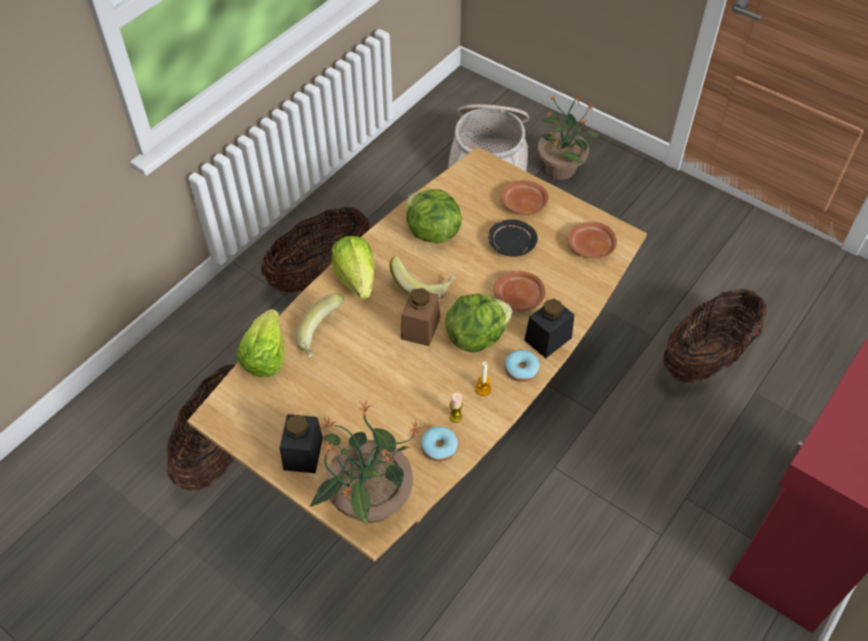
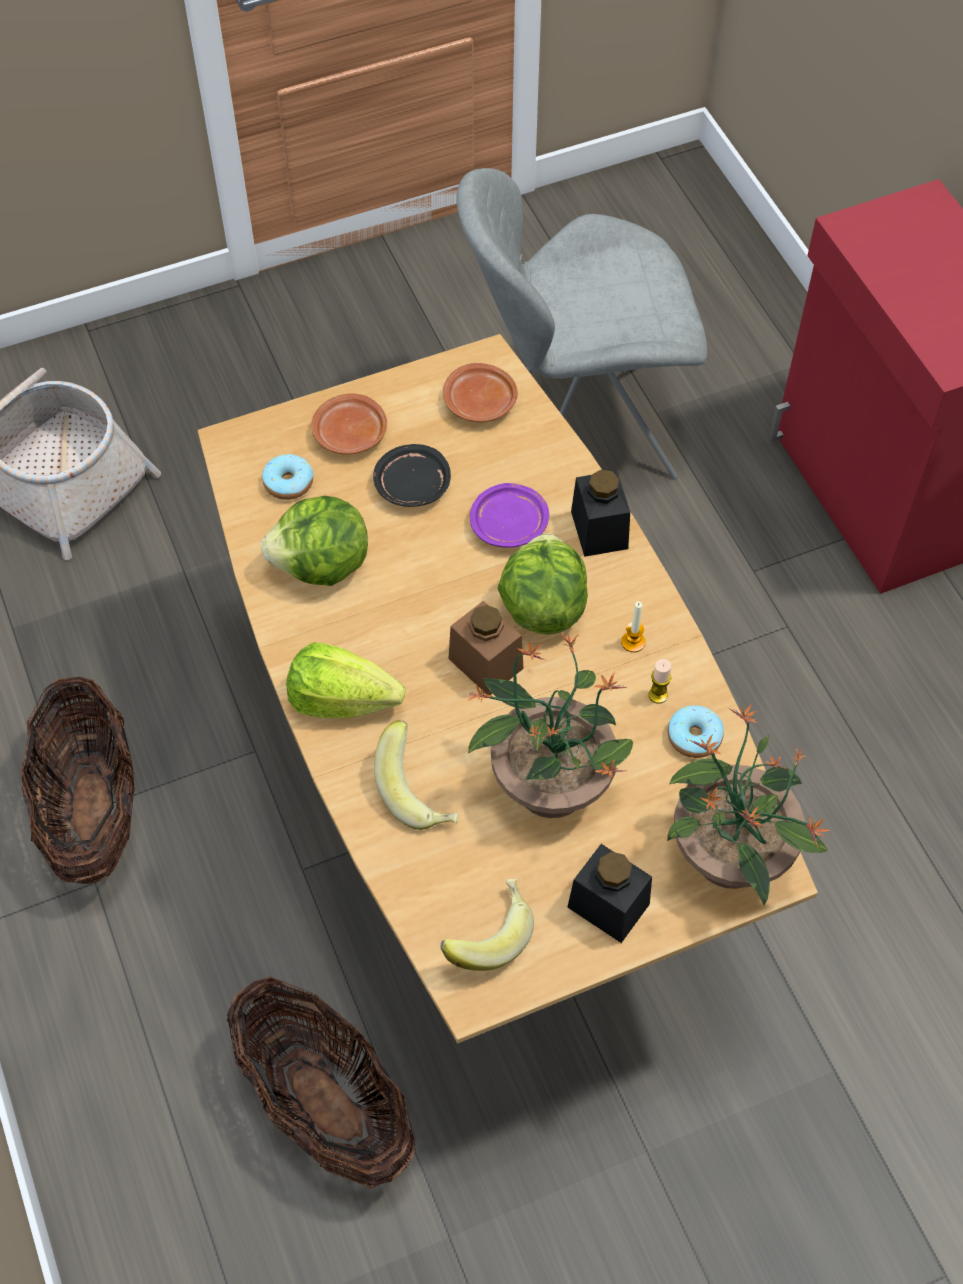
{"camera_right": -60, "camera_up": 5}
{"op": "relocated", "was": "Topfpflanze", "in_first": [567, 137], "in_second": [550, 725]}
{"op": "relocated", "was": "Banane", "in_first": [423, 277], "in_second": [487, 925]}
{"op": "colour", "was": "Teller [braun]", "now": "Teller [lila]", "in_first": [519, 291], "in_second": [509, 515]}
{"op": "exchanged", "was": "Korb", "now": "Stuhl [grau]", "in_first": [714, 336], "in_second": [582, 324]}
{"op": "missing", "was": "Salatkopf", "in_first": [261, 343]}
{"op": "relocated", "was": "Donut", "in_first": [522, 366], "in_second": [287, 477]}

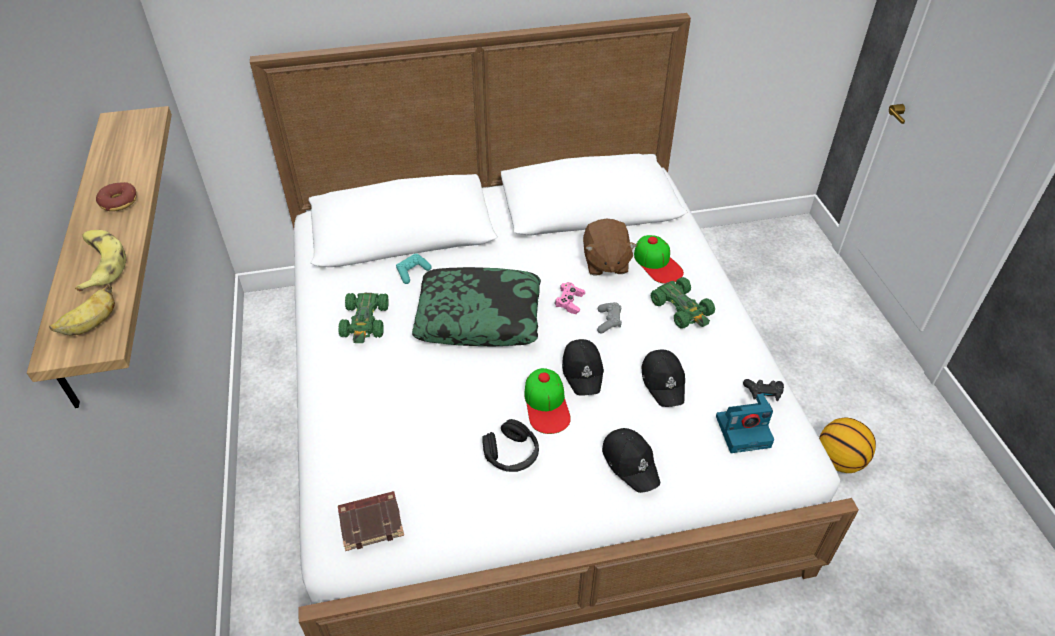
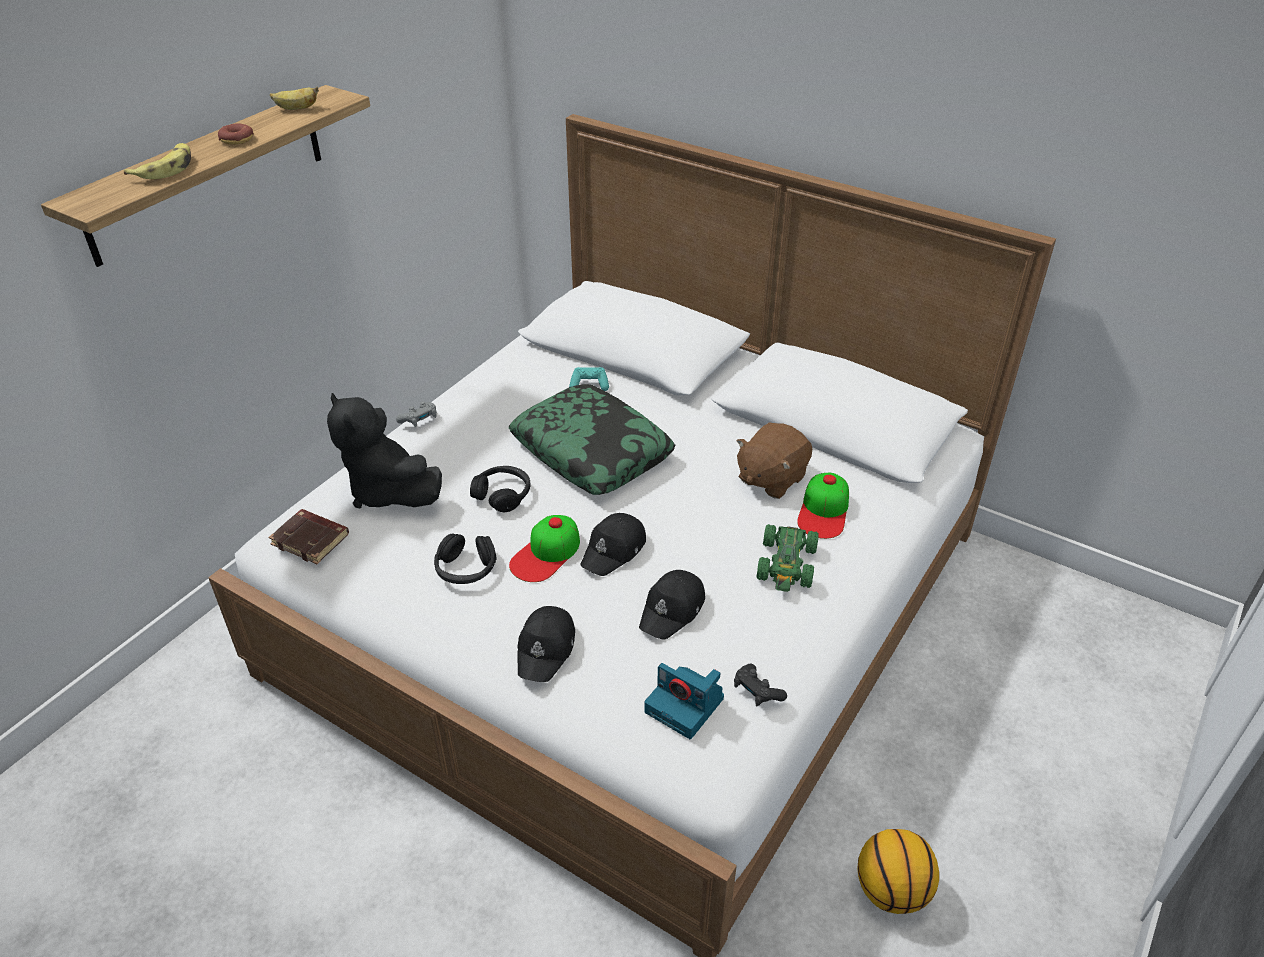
{"camera_right": 45, "camera_up": -5}
{"op": "missing", "was": "Gamepad [rosa]", "in_first": [570, 298]}
{"op": "relocated", "was": "Banane", "in_first": [82, 309], "in_second": [294, 98]}
{"op": "missing", "was": "Spielzeugauto [grün]", "in_first": [363, 318]}
{"op": "relocated", "was": "Gamepad [grau]", "in_first": [609, 318], "in_second": [416, 414]}
{"op": "appeared", "now": "Plüschtier [schwarz]", "in_second": [384, 451]}
{"op": "appeared", "now": "Kopfhörer [schwarz]", "in_second": [500, 489]}

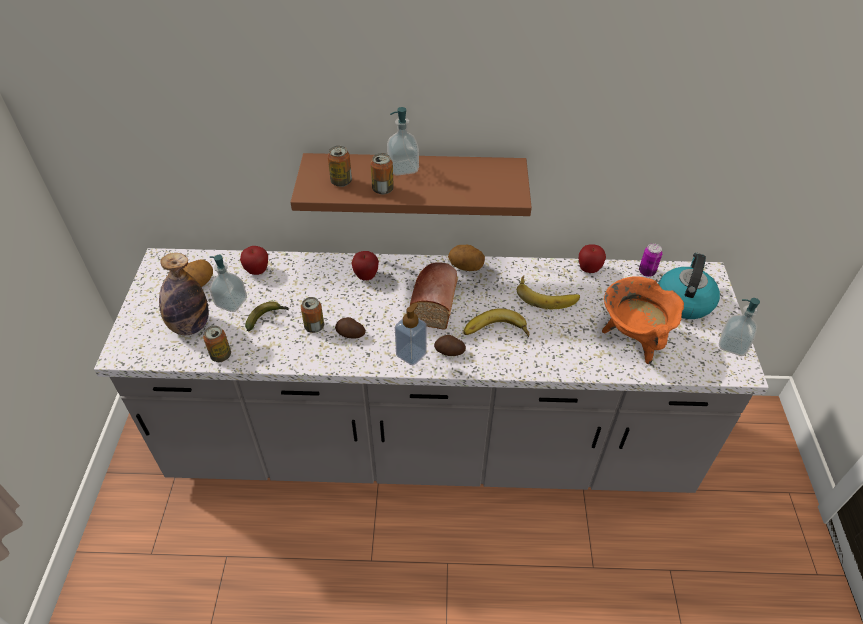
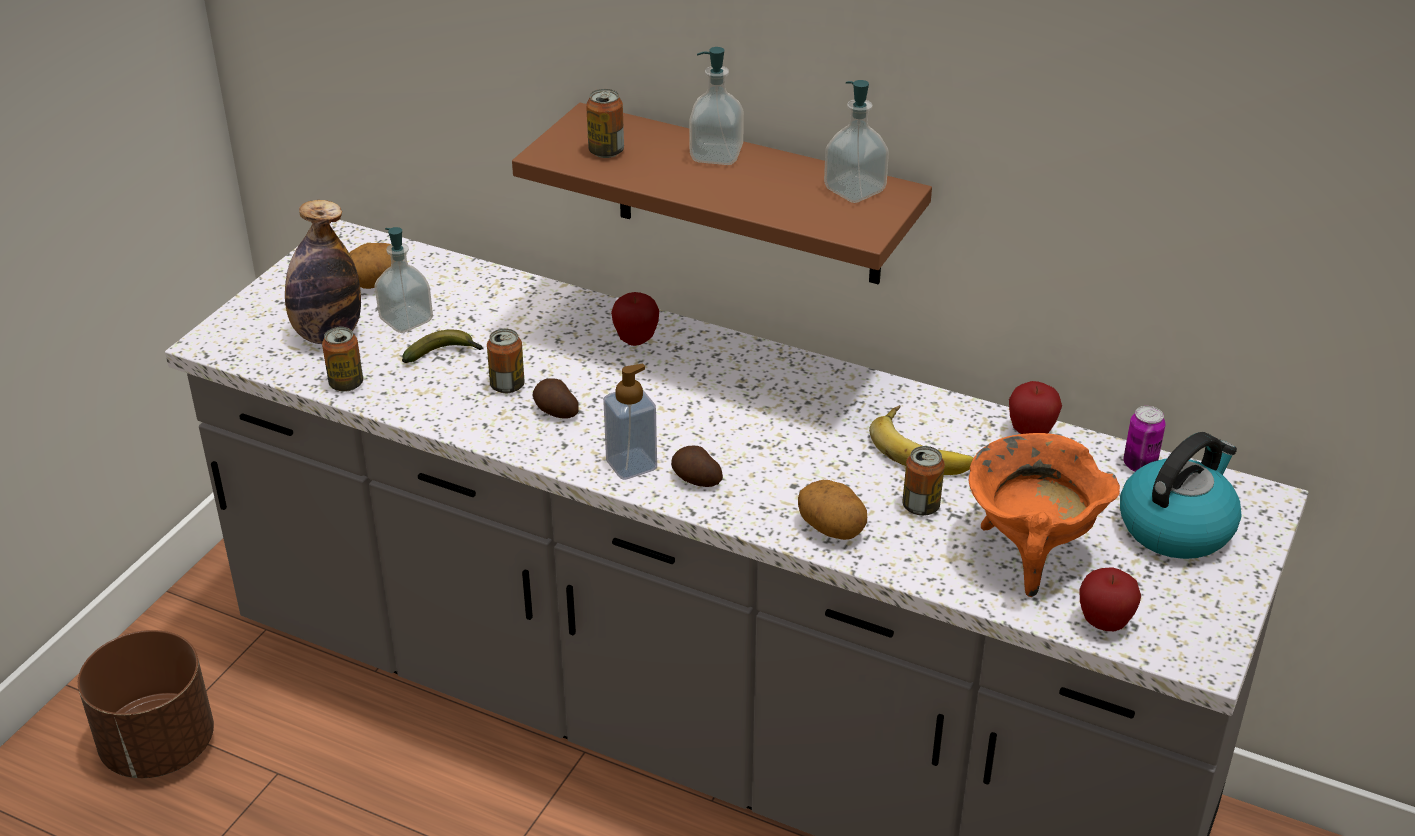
{"camera_right": 25, "camera_up": -10}
{"op": "relocated", "was": "Dose", "in_first": [382, 173], "in_second": [923, 481]}
{"op": "relocated", "was": "Kartoffel", "in_first": [466, 258], "in_second": [832, 510]}
{"op": "relocated", "was": "Apfel", "in_first": [254, 260], "in_second": [1110, 599]}
{"op": "missing", "was": "Brot", "in_first": [434, 296]}
{"op": "relocated", "was": "Seifenspender", "in_first": [739, 327], "in_second": [856, 141]}
{"op": "missing", "was": "Banane", "in_first": [496, 322]}
{"op": "appeared", "now": "Pflanzkübel [braun]", "in_second": [146, 704]}

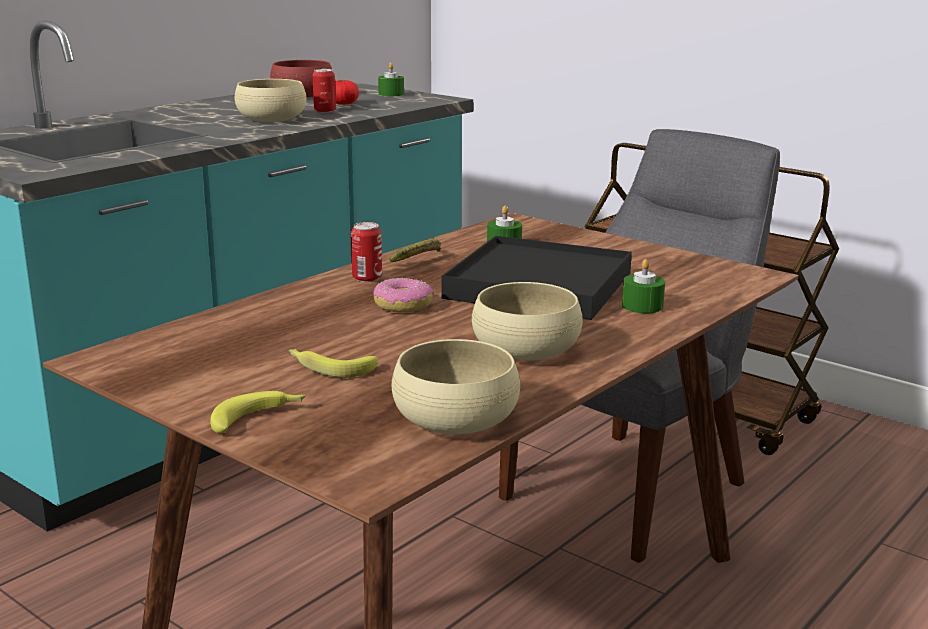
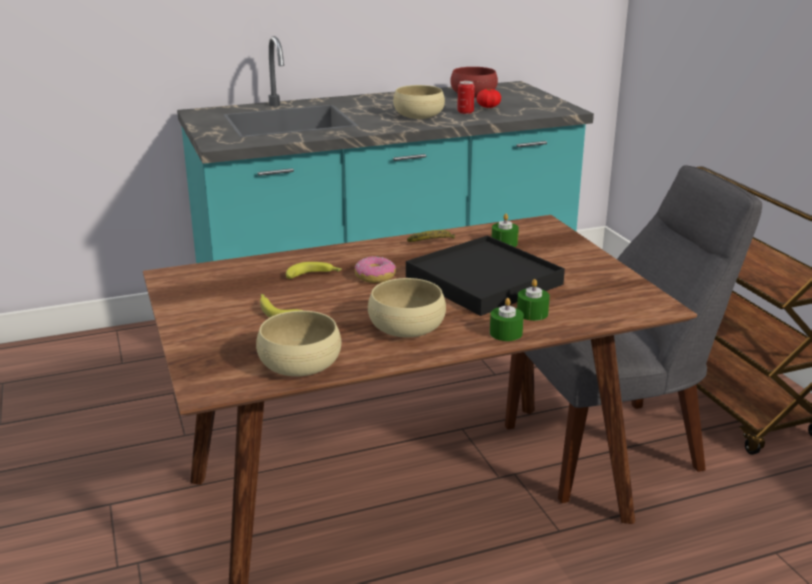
{"camera_right": 30, "camera_up": 5}
{"op": "relocated", "was": "Kerze [grün]", "in_first": [391, 79], "in_second": [507, 319]}
{"op": "missing", "was": "Dose", "in_first": [366, 252]}
{"op": "relocated", "was": "Banane", "in_first": [258, 412], "in_second": [314, 270]}

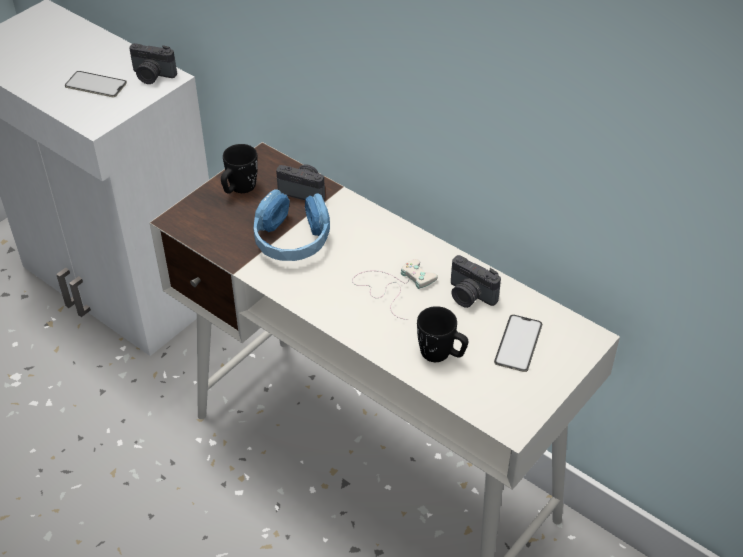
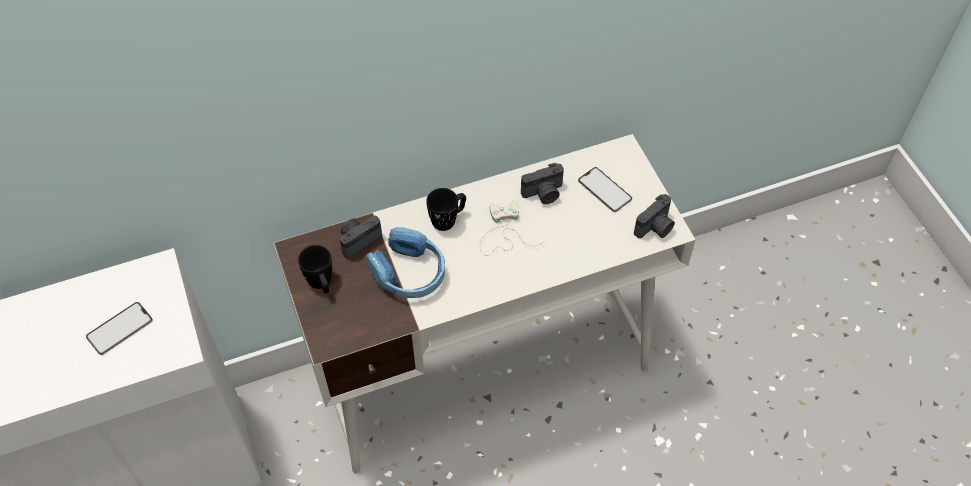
{"camera_right": -60, "camera_up": 10}
{"op": "relocated", "was": "Kamera", "in_first": [153, 63], "in_second": [654, 216]}
{"op": "relocated", "was": "Henkelbecher [schwarz]", "in_first": [442, 334], "in_second": [446, 209]}

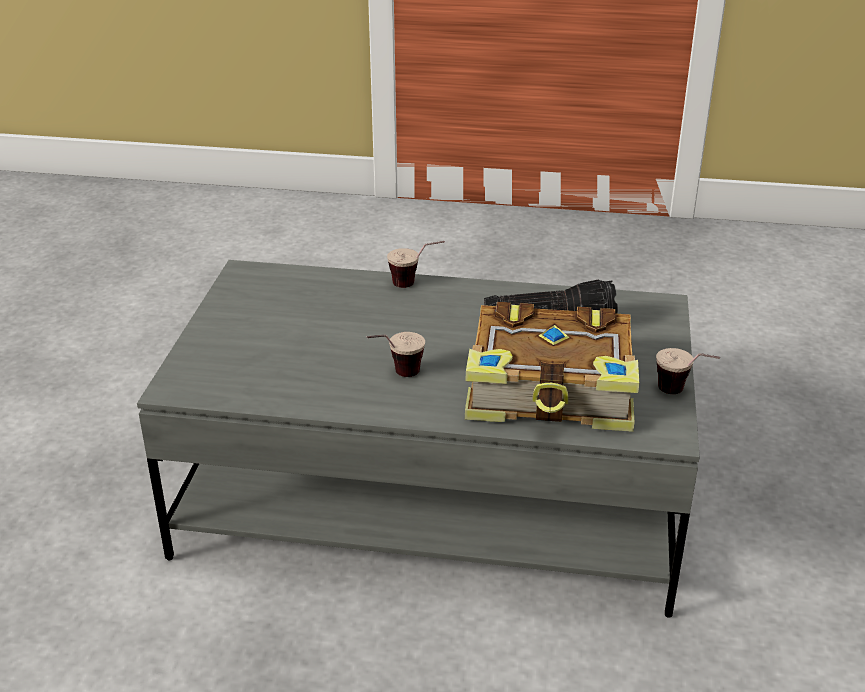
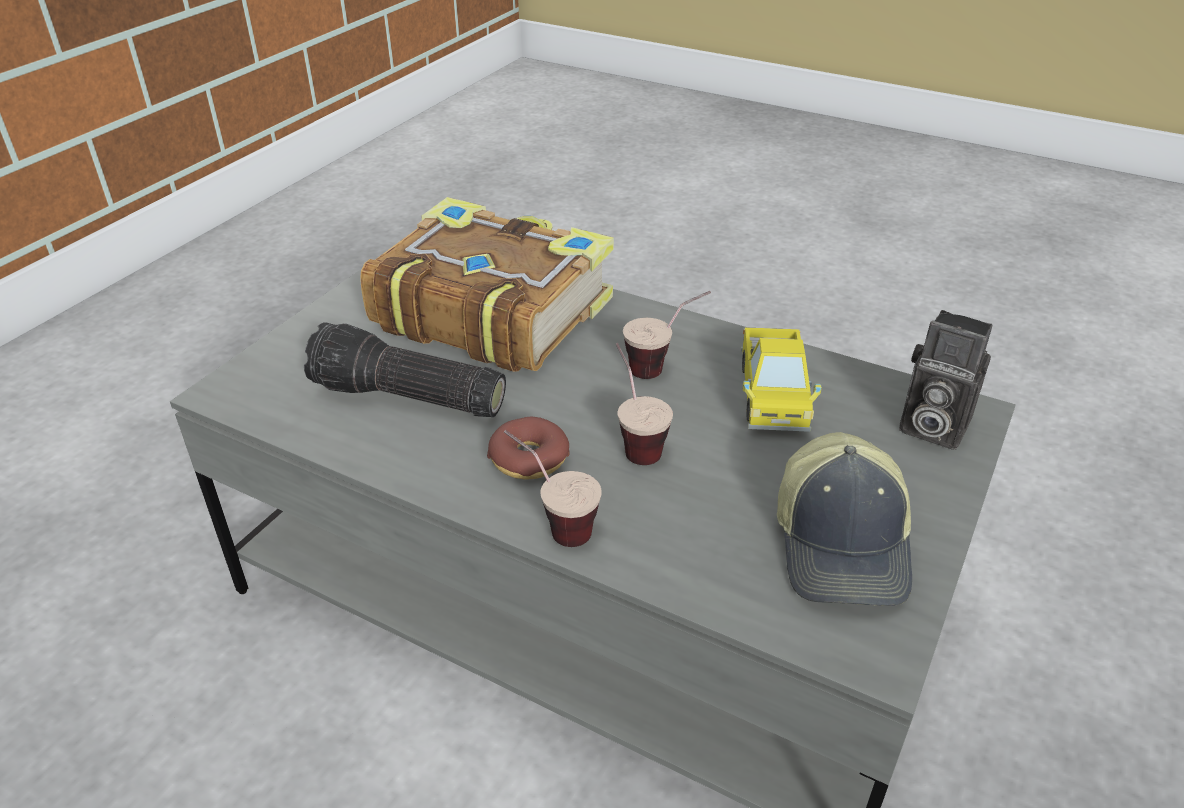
{"camera_right": -160, "camera_up": 5}
{"op": "relocated", "was": "Tasse", "in_first": [688, 371], "in_second": [644, 404]}
{"op": "appeared", "now": "Kamera", "in_second": [945, 380]}
{"op": "appeared", "now": "Spielzeuglaster", "in_second": [781, 379]}
{"op": "appeared", "now": "Donut", "in_second": [528, 448]}
{"op": "appeared", "now": "Kappe", "in_second": [844, 519]}

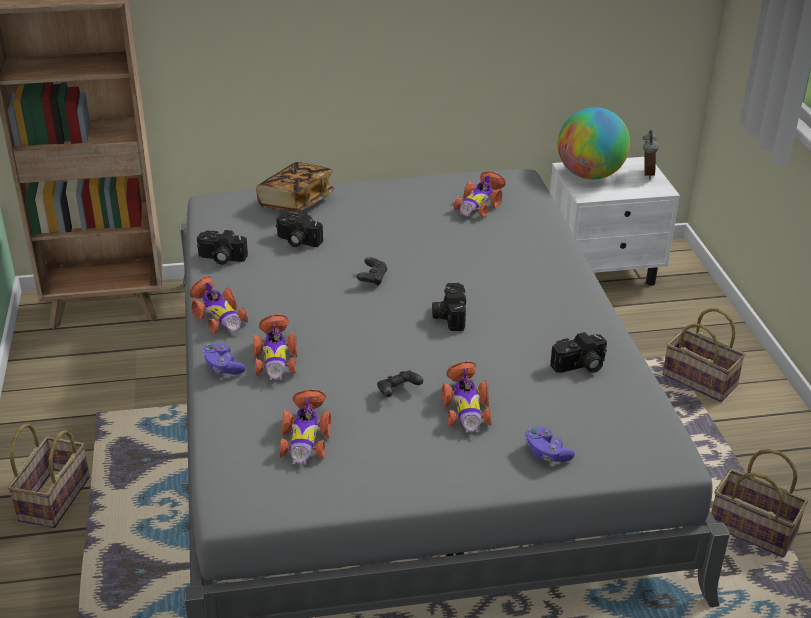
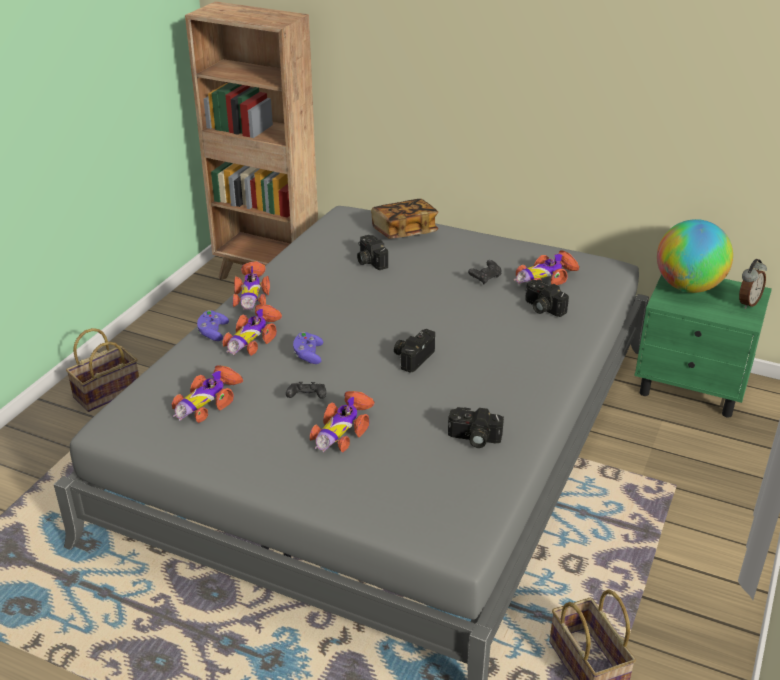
{"camera_right": 35, "camera_up": 0}
{"op": "colour", "was": "Nachttisch [weiß]", "now": "Nachttisch [grün]", "in_first": [615, 221], "in_second": [703, 346]}
{"op": "relocated", "was": "Kamera", "in_first": [222, 247], "in_second": [547, 298]}
{"op": "relocated", "was": "Gamepad [schwarz]", "in_first": [372, 271], "in_second": [484, 272]}
{"op": "missing", "was": "Korb", "in_first": [704, 355]}
{"op": "relocated", "was": "Gamepad [lila]", "in_first": [550, 444], "in_second": [308, 348]}

